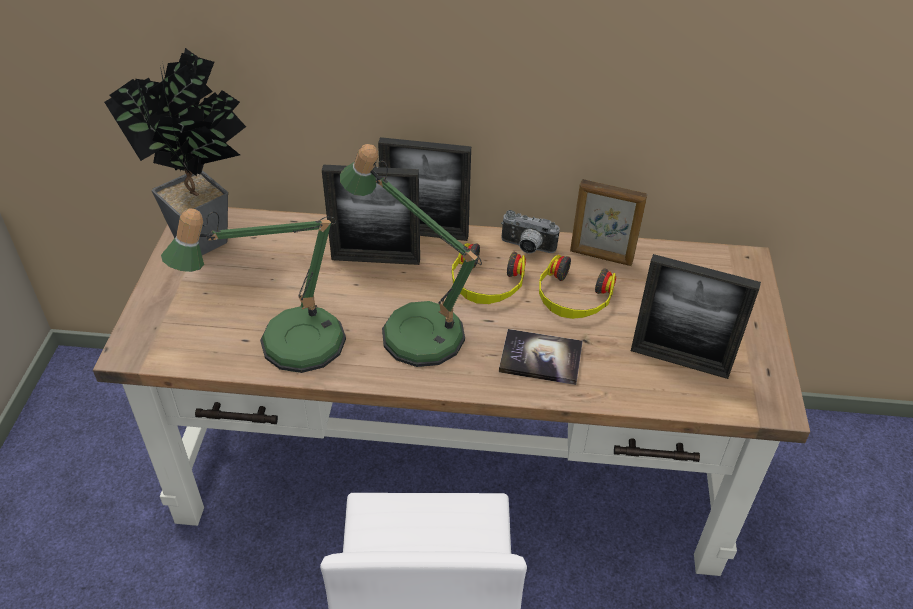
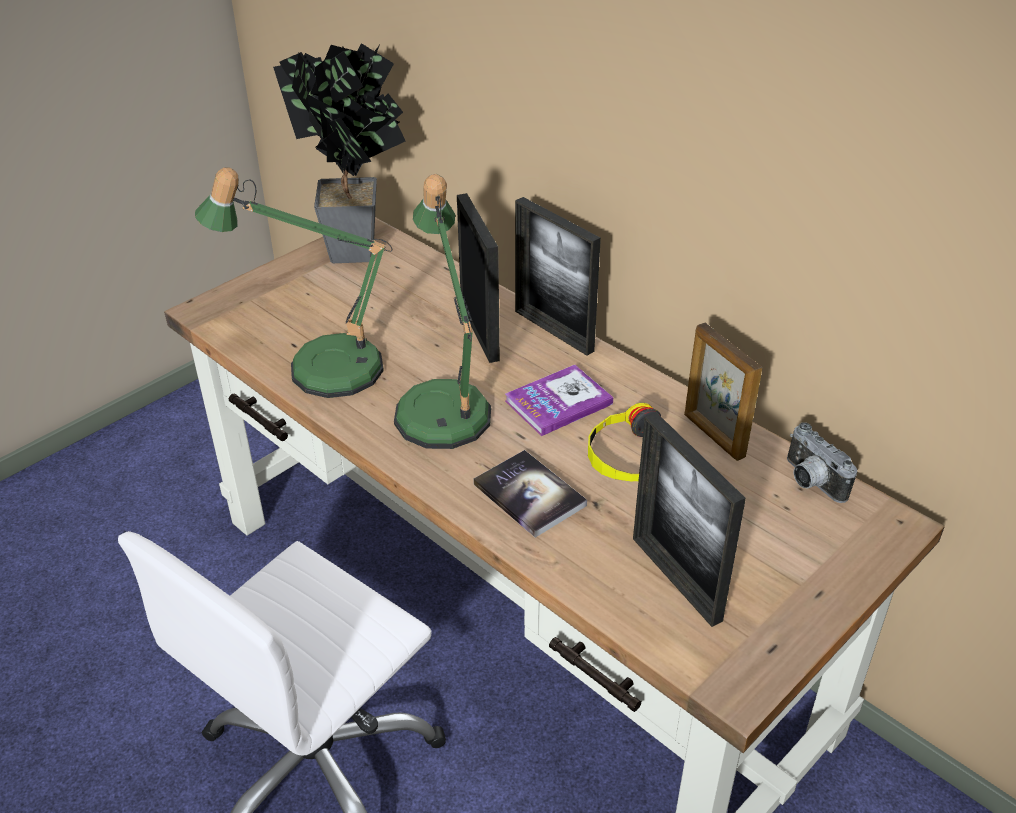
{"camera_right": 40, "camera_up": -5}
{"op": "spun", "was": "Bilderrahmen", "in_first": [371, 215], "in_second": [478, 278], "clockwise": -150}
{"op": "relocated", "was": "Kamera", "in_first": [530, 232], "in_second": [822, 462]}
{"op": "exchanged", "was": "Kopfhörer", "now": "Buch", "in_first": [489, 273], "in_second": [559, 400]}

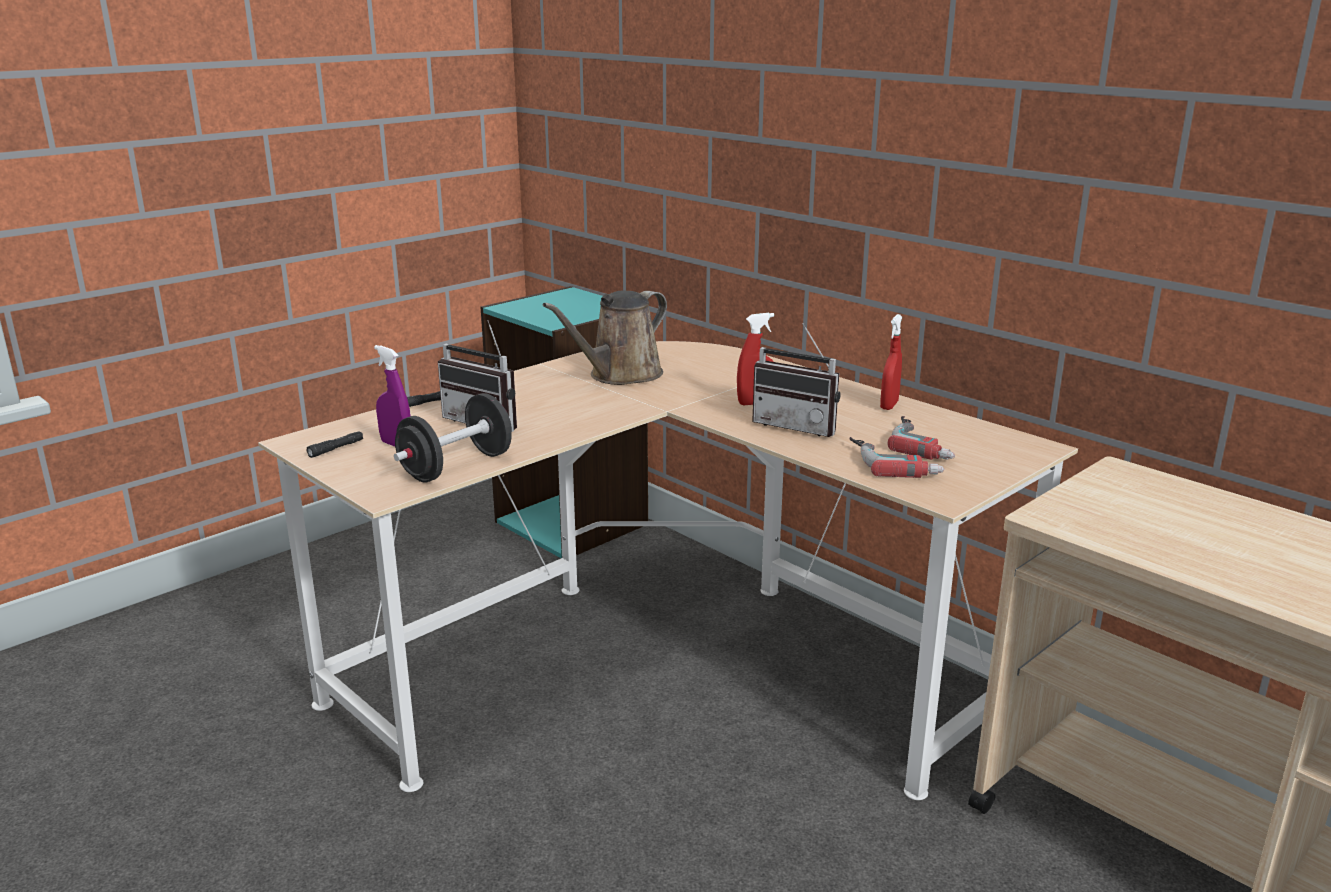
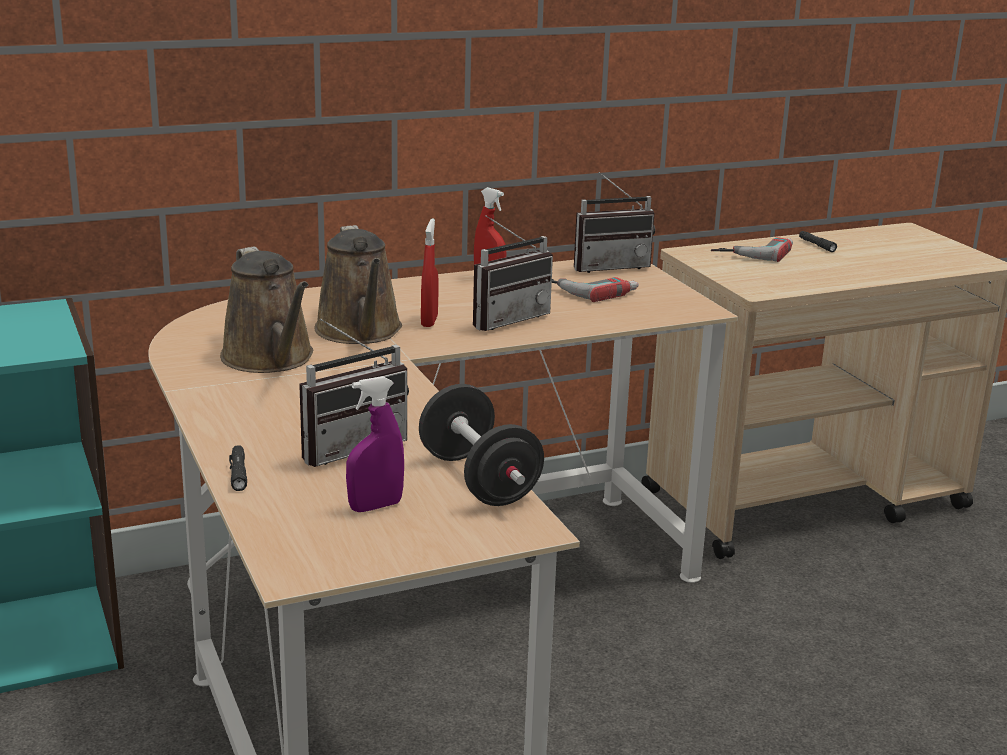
{"camera_right": -70, "camera_up": 0}
{"op": "relocated", "was": "Taschenlampe [schwarz]", "in_first": [334, 444], "in_second": [818, 241]}
{"op": "relocated", "was": "Bohrmaschine", "in_first": [896, 457], "in_second": [752, 249]}
{"op": "appeared", "now": "Radio", "in_second": [614, 222]}
{"op": "appeared", "now": "Gießkanne [braun]", "in_second": [358, 284]}

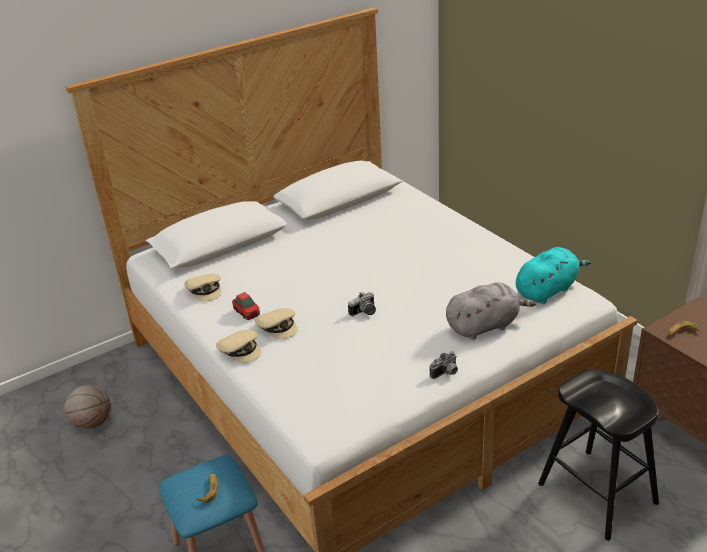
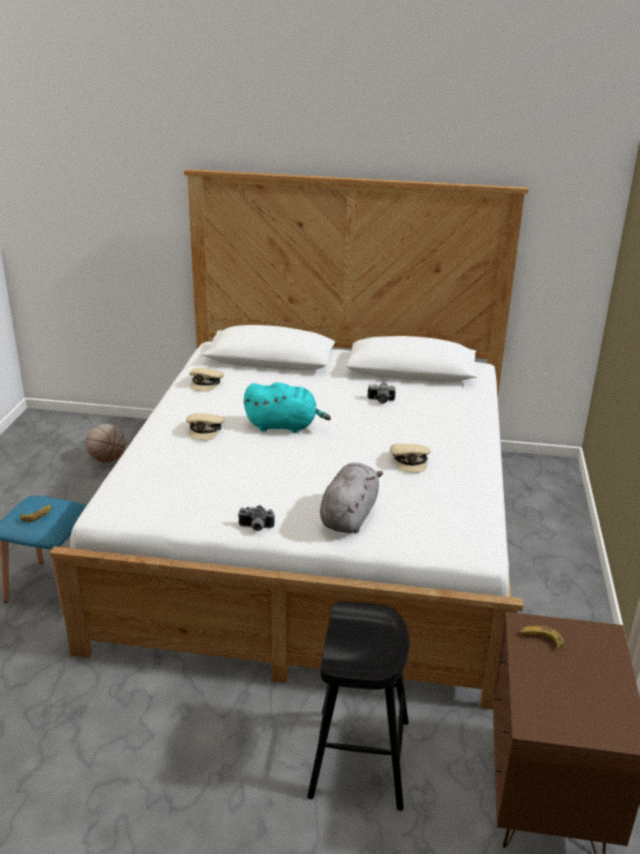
{"camera_right": 40, "camera_up": -5}
{"op": "relocated", "was": "Plüschtier [türkis]", "in_first": [553, 275], "in_second": [287, 407]}
{"op": "spun", "was": "Plüschtier [grau]", "in_first": [491, 311], "in_second": [351, 498], "clockwise": -90}
{"op": "missing", "was": "Spielzeugauto", "in_first": [246, 306]}
{"op": "relocated", "was": "Kamera", "in_first": [362, 304], "in_second": [382, 393]}
{"op": "relocated", "was": "Kappe [beige]", "in_first": [238, 346], "in_second": [410, 458]}

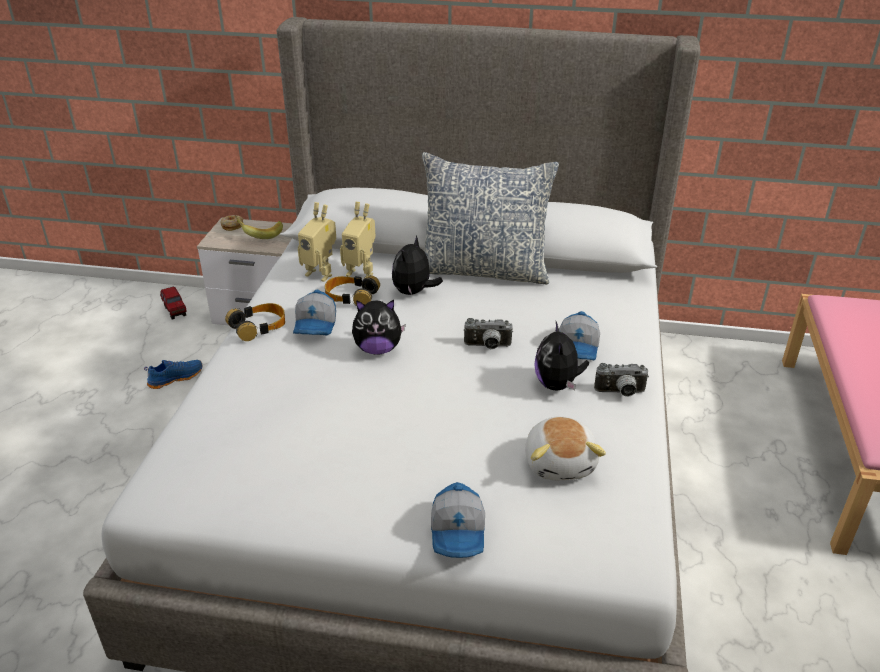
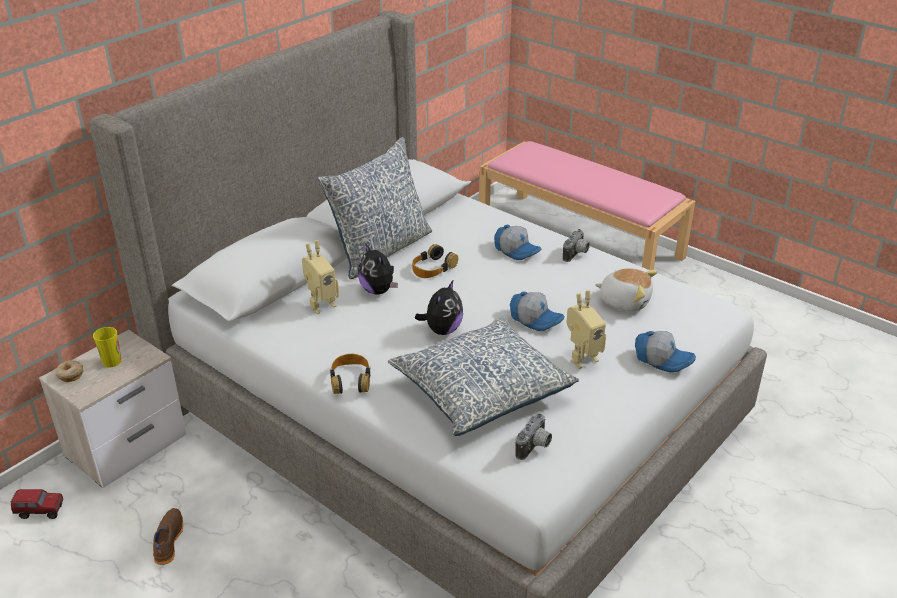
{"camera_right": -60, "camera_up": 0}
{"op": "relocated", "was": "Spielzeugroboter", "in_first": [317, 242], "in_second": [586, 329]}
{"op": "exchanged", "was": "Banane", "now": "Tasse", "in_first": [259, 227], "in_second": [107, 347]}
{"op": "relocated", "was": "Kopfhörer", "in_first": [352, 290], "in_second": [435, 261]}
{"op": "relocated", "was": "Kappe", "in_first": [314, 312], "in_second": [537, 311]}
{"op": "relocated", "was": "Kamera", "in_first": [488, 333], "in_second": [533, 436]}
{"op": "missing", "was": "Plüschtier", "in_first": [561, 356]}
{"op": "colour", "was": "Schuh [blau]", "now": "Schuh [braun]", "in_first": [173, 374], "in_second": [168, 536]}
{"op": "appeared", "now": "Kissen", "in_second": [483, 376]}

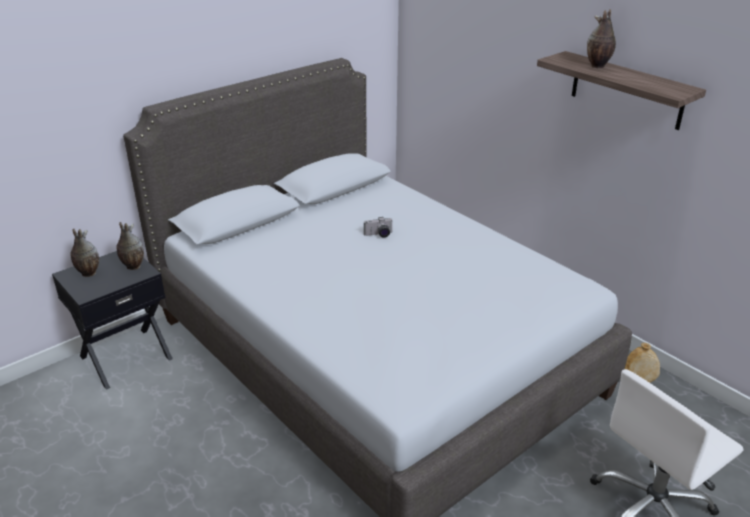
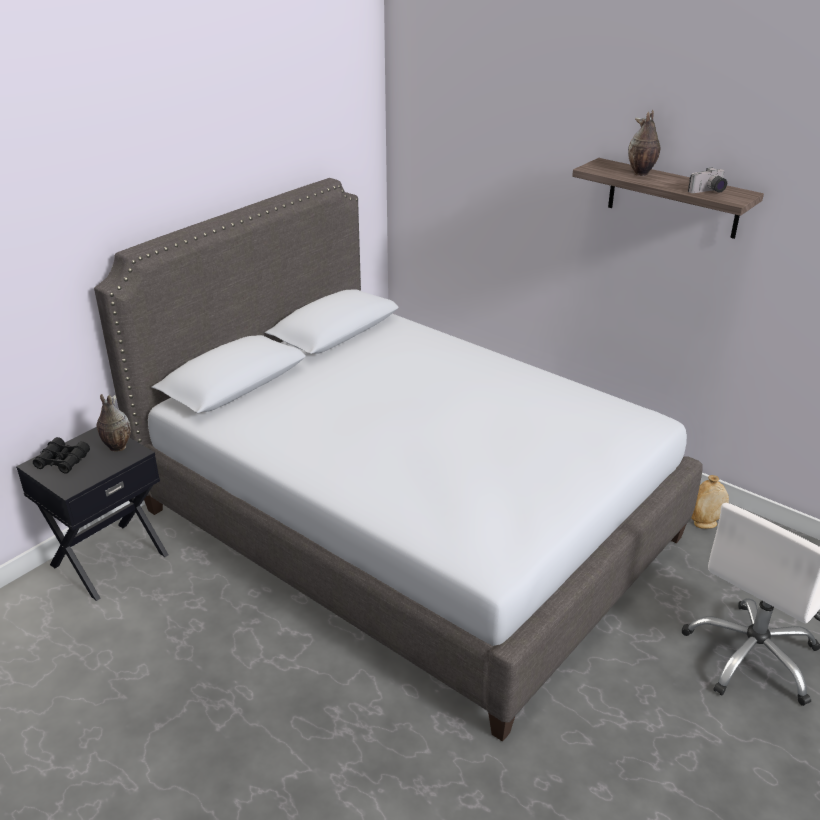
{"camera_right": -10, "camera_up": 0}
{"op": "relocated", "was": "Kamera", "in_first": [378, 227], "in_second": [707, 180]}
{"op": "exchanged", "was": "Vase", "now": "Fernglas [schwarz]", "in_first": [84, 253], "in_second": [61, 455]}

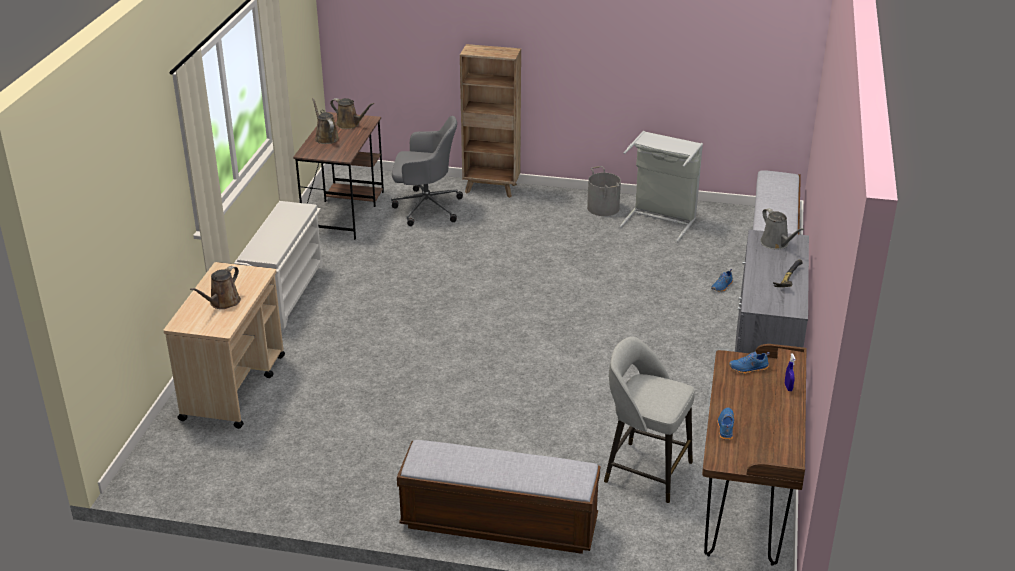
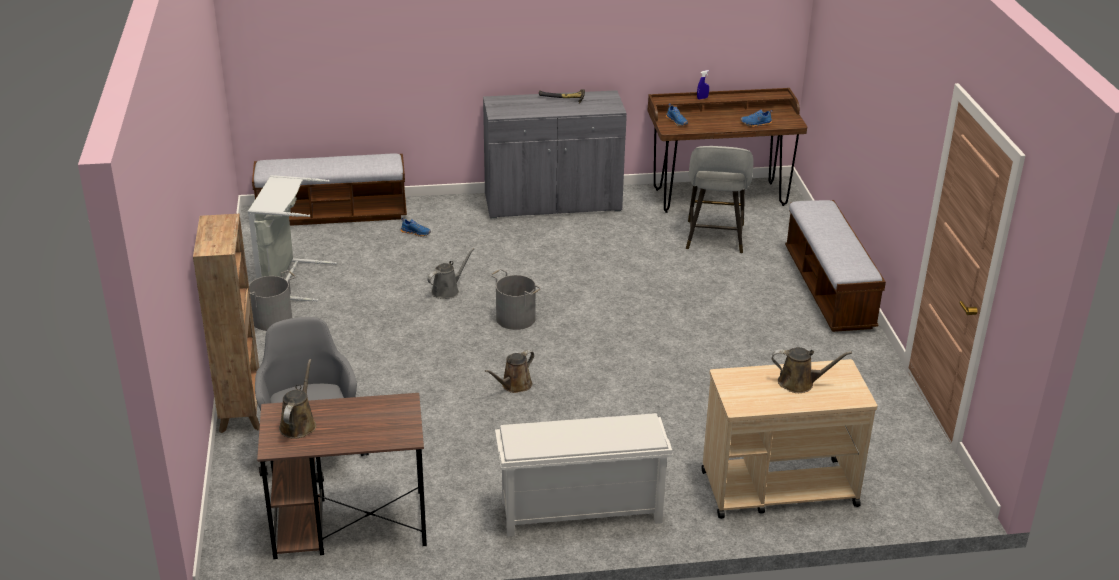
{"camera_right": -110, "camera_up": 0}
{"op": "relocated", "was": "Gießkanne [braun]", "in_first": [325, 121], "in_second": [509, 371]}
{"op": "relocated", "was": "Gießkanne [grau]", "in_first": [782, 228], "in_second": [450, 273]}
{"op": "appeared", "now": "Eimer [grau]", "in_second": [515, 299]}

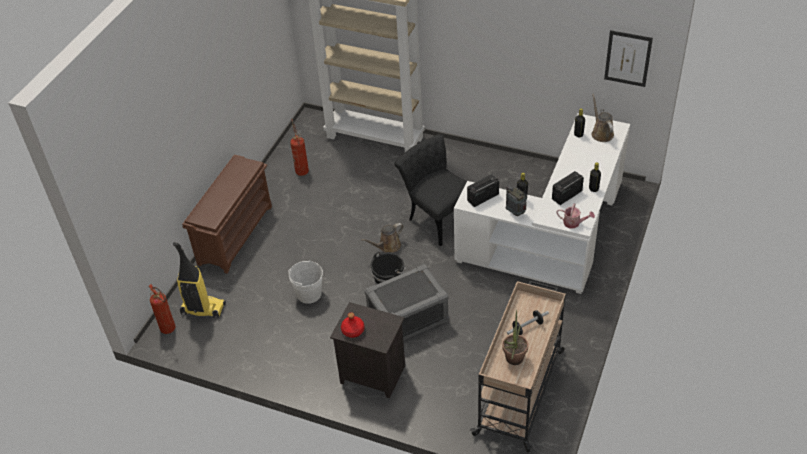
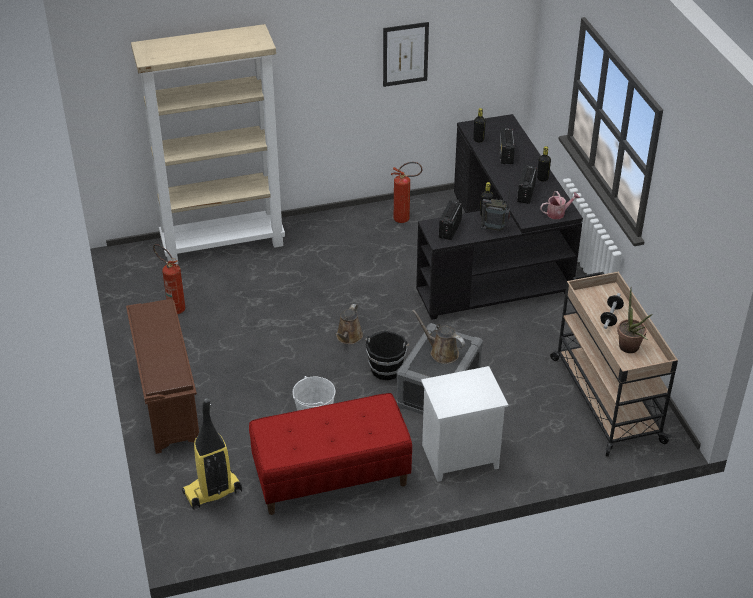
{"camera_right": -40, "camera_up": -5}
{"op": "relocated", "was": "Bild", "in_first": [628, 58], "in_second": [406, 54]}
{"op": "relocated", "was": "Gießkanne [braun]", "in_first": [603, 117], "in_second": [438, 337]}
{"op": "colour", "was": "Schreibtisch [weiß]", "now": "Schreibtisch [schwarz]", "in_first": [542, 203], "in_second": [499, 217]}
{"op": "missing", "was": "Stuhl [schwarz]", "in_first": [431, 190]}
{"op": "relocated", "was": "Feuerlöscher", "in_first": [162, 309], "in_second": [407, 192]}
{"op": "colour", "was": "Nachttisch [schwarz]", "now": "Nachttisch [weiß]", "in_first": [367, 350], "in_second": [464, 424]}
{"op": "missing", "was": "Flasche [rot]", "in_first": [352, 325]}
{"op": "appeared", "now": "Radio", "in_second": [507, 146]}
{"op": "appeared", "now": "Bank [rot]", "in_second": [330, 454]}

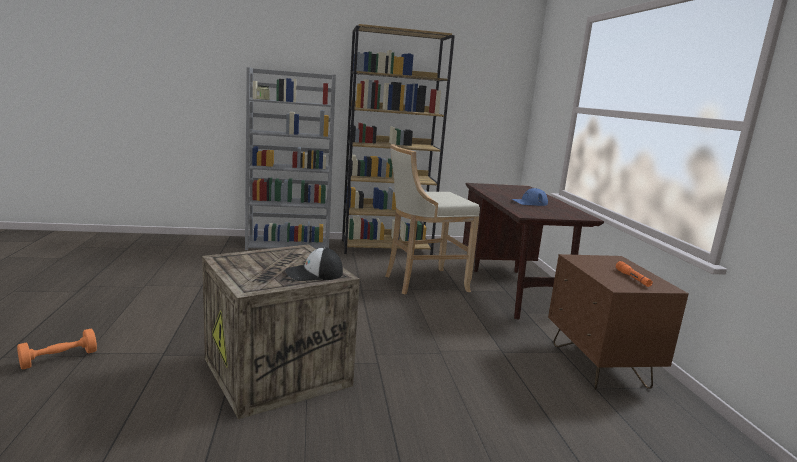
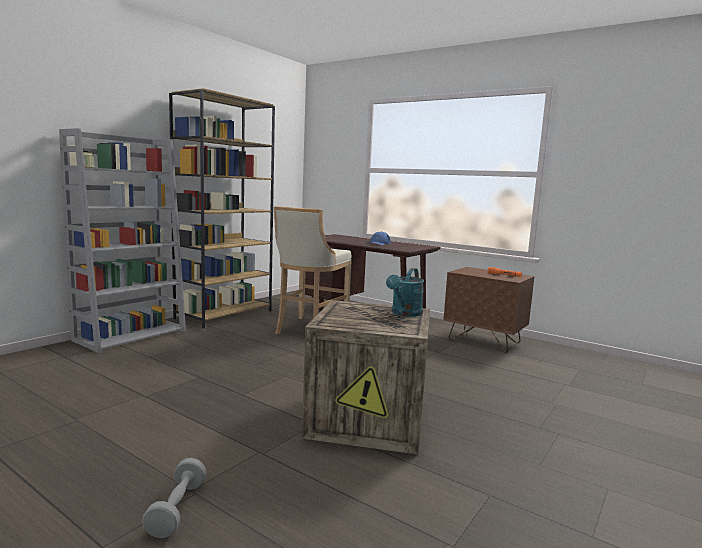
{"camera_right": -45, "camera_up": -5}
{"op": "exchanged", "was": "Kappe", "now": "Gießkanne [türkis]", "in_first": [314, 264], "in_second": [405, 292]}
{"op": "colour", "was": "Hantel [orange]", "now": "Hantel [grau]", "in_first": [57, 349], "in_second": [174, 498]}

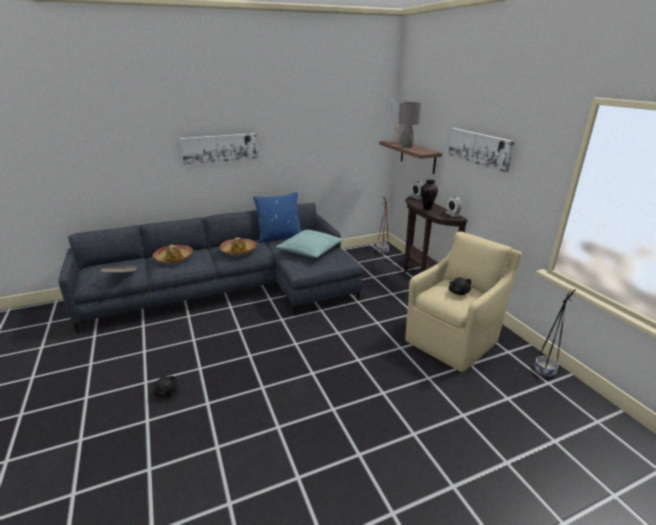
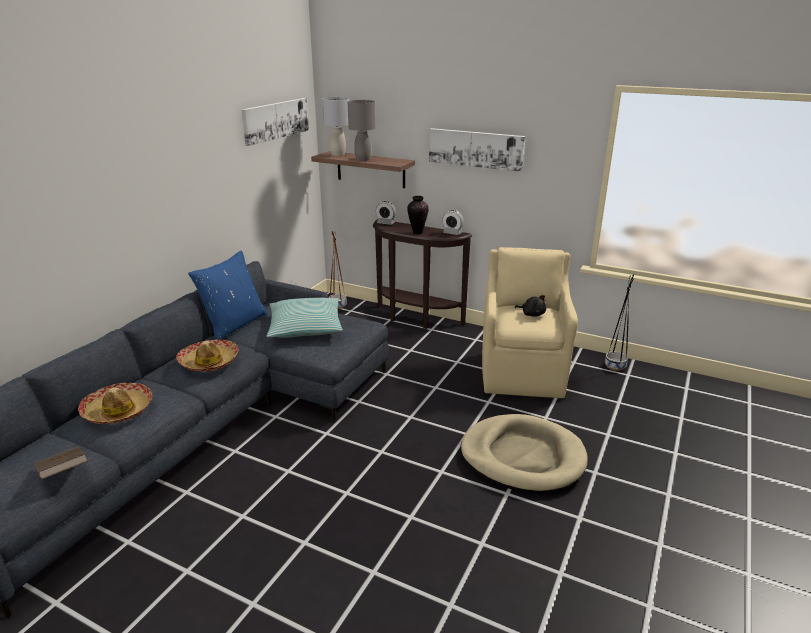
{"camera_right": -40, "camera_up": 0}
{"op": "relocated", "was": "Bild", "in_first": [219, 149], "in_second": [275, 122]}
{"op": "missing", "was": "Plüschtier [schwarz]", "in_first": [165, 386]}
{"op": "appeared", "now": "Hundebett [beige]", "in_second": [524, 453]}

